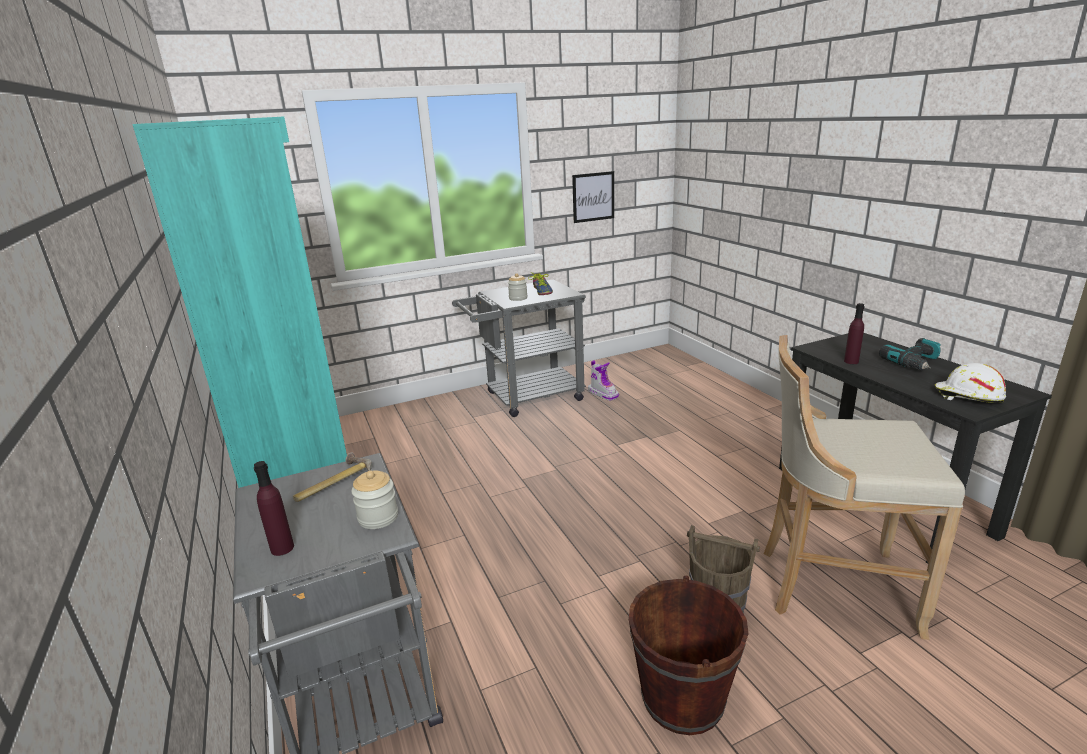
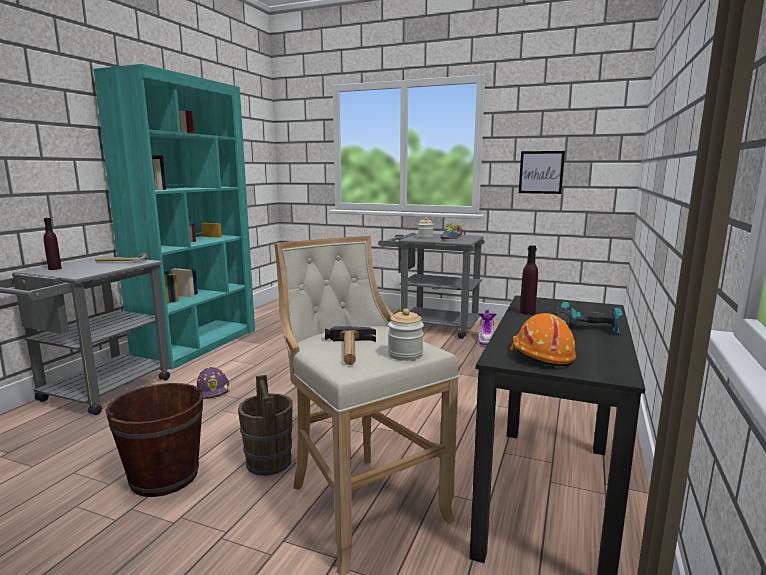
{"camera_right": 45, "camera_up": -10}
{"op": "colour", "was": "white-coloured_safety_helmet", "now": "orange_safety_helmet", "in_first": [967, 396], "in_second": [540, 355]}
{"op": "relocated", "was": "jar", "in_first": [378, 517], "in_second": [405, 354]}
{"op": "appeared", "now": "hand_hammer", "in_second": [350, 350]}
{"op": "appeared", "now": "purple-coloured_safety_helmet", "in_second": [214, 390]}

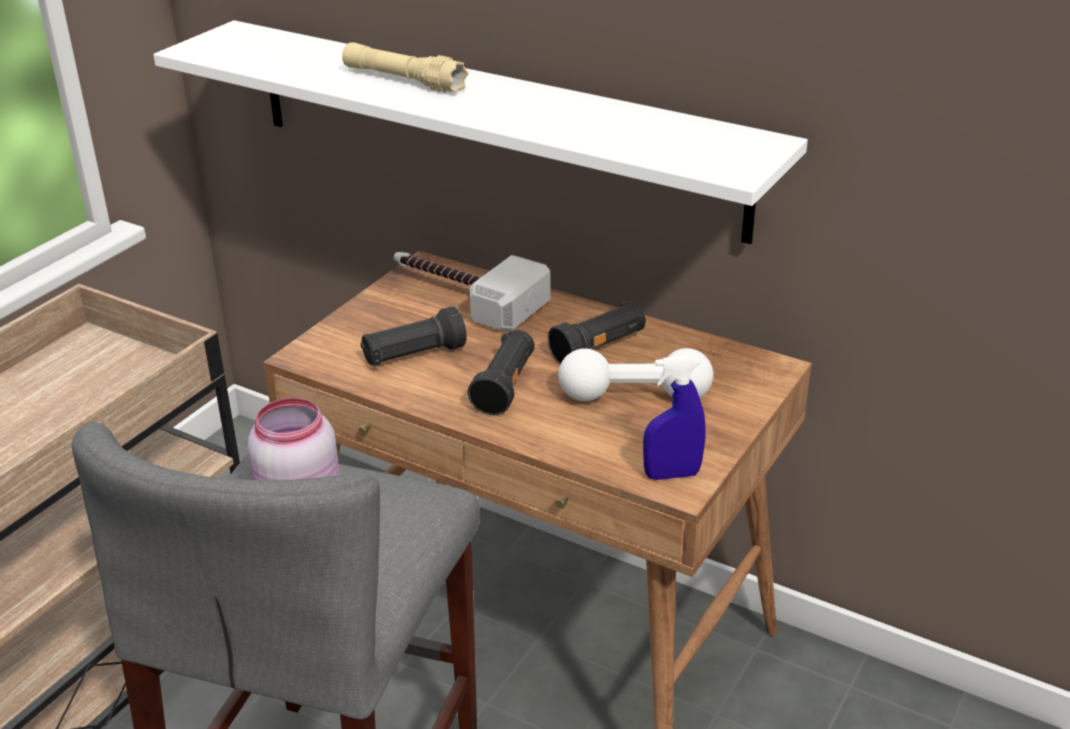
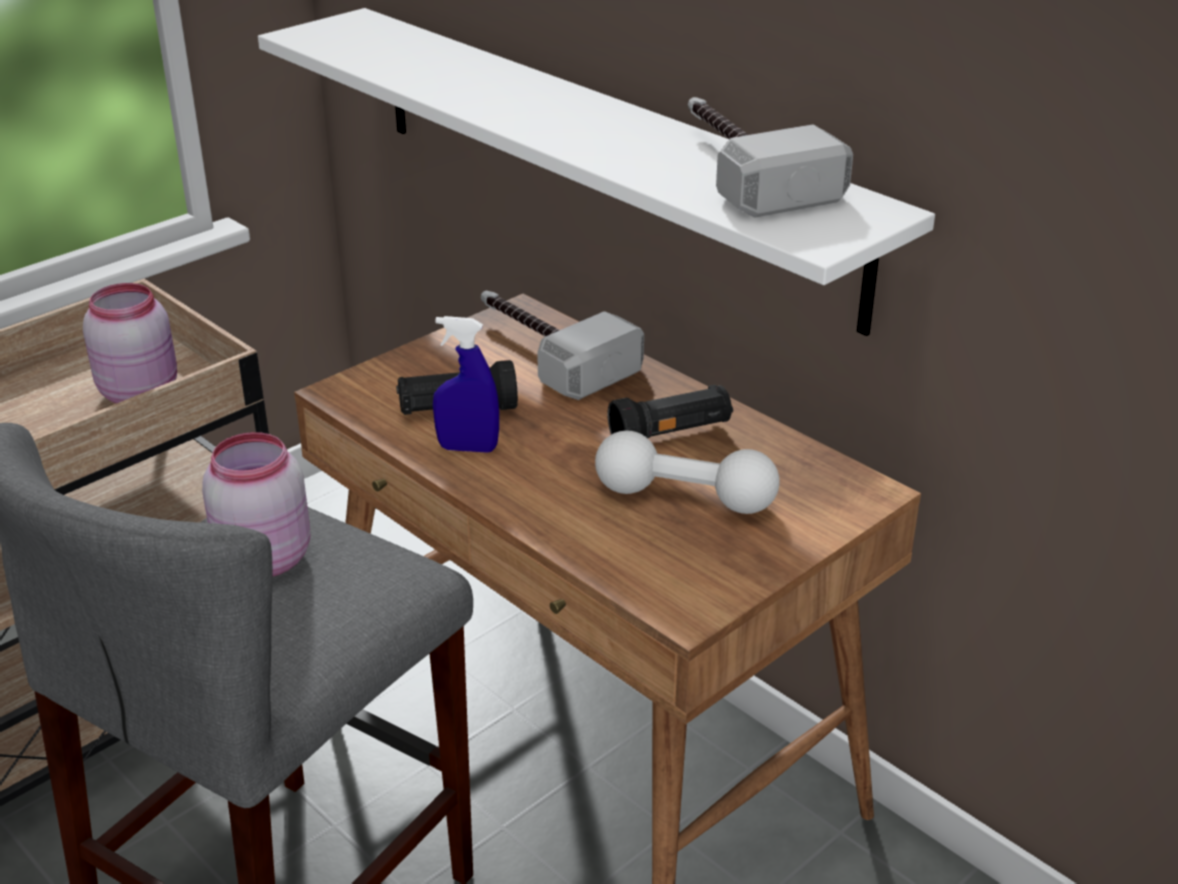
{"camera_right": 15, "camera_up": 0}
{"op": "missing", "was": "beige-coloured_torch", "in_first": [403, 80]}
{"op": "missing", "was": "black_torch", "in_first": [505, 386]}
{"op": "relocated", "was": "blue-coloured_sprayer", "in_first": [672, 474], "in_second": [468, 448]}
{"op": "appeared", "now": "hand_hammer", "in_second": [743, 169]}
{"op": "appeared", "now": "pink-coloured_jar", "in_second": [140, 391]}

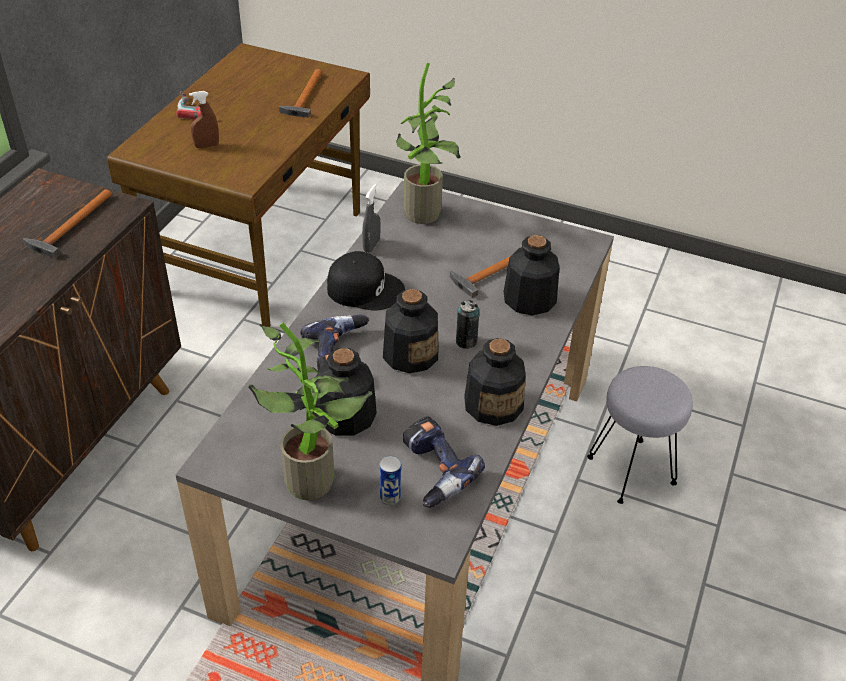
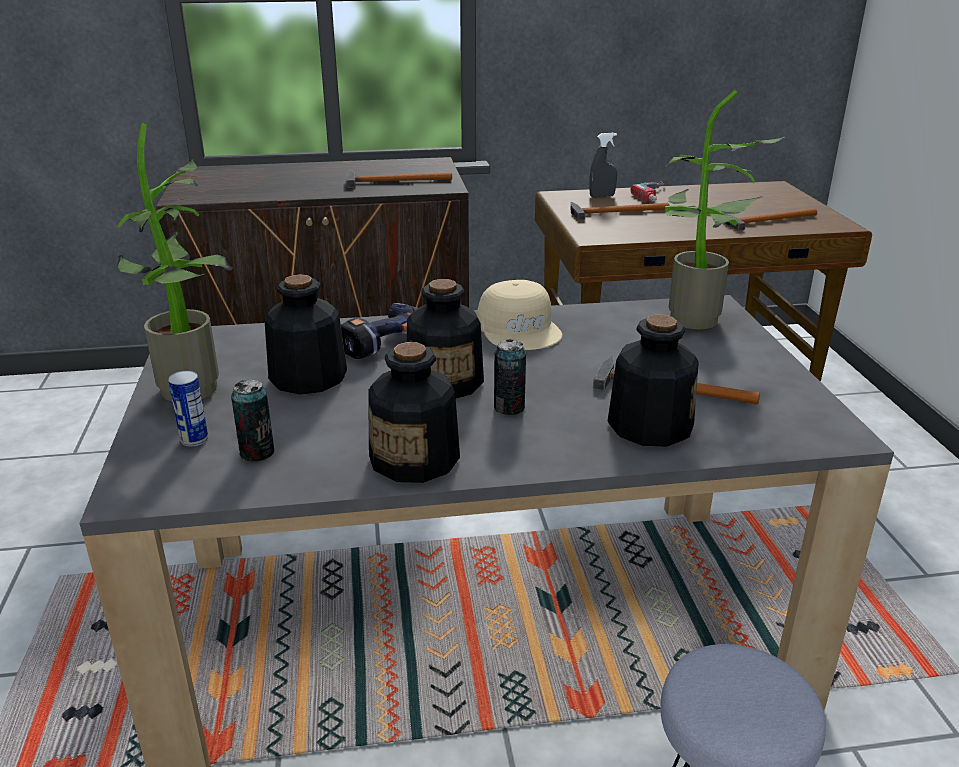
{"camera_right": 60, "camera_up": -15}
{"op": "exchanged", "was": "brown-coloured_sprayer", "now": "hand_hammer", "in_first": [207, 146], "in_second": [614, 212]}
{"op": "relocated", "was": "gray_sprayer", "in_first": [371, 246], "in_second": [602, 196]}
{"op": "colour", "was": "black_cap", "now": "beige-coloured_cap", "in_first": [365, 288], "in_second": [520, 329]}
{"op": "exchanged", "was": "power_drill", "now": "can", "in_first": [432, 471], "in_second": [257, 453]}

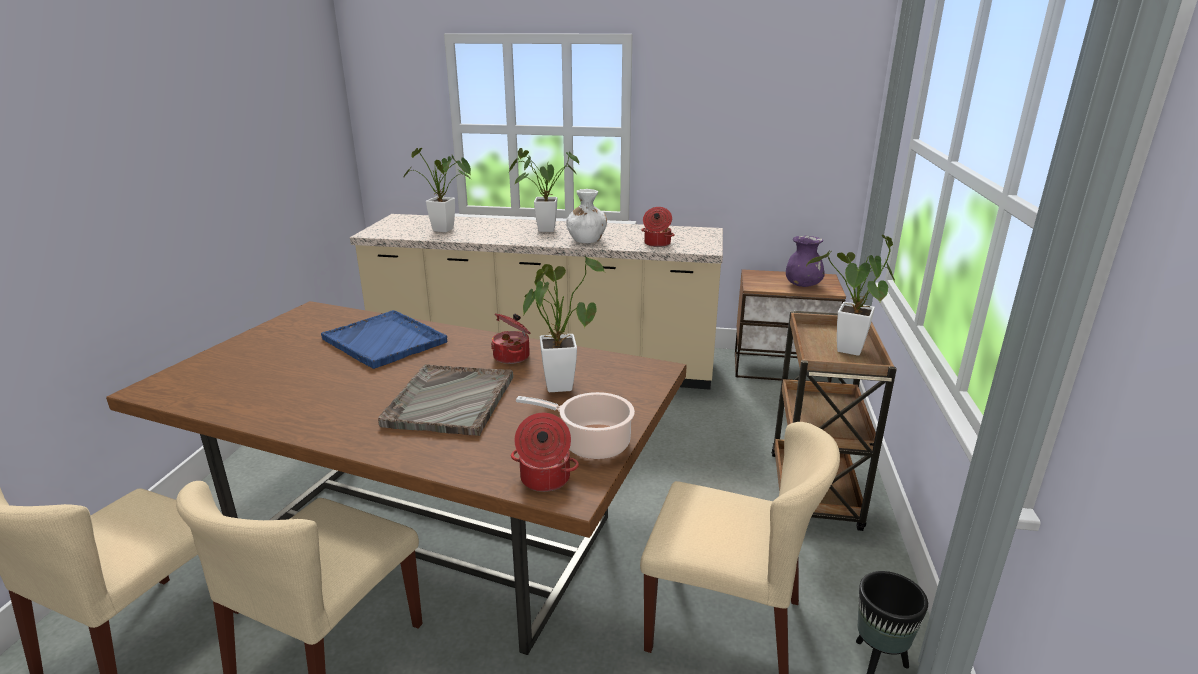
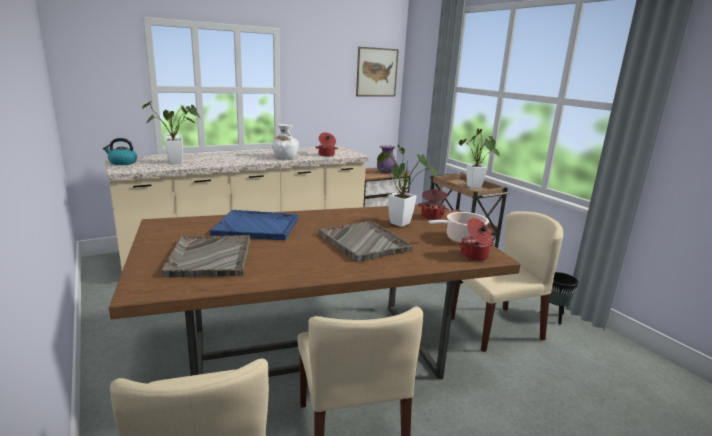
{"camera_right": -40, "camera_up": -5}
{"op": "missing", "was": "plant_in_a_pot", "in_first": [541, 230]}
{"op": "relocated", "was": "stockpot", "in_first": [512, 356], "in_second": [432, 216]}
{"op": "appeared", "now": "picture", "in_second": [377, 72]}
{"op": "appeared", "now": "kettle", "in_second": [122, 163]}
{"op": "appeared", "now": "gray_tray", "in_second": [210, 257]}

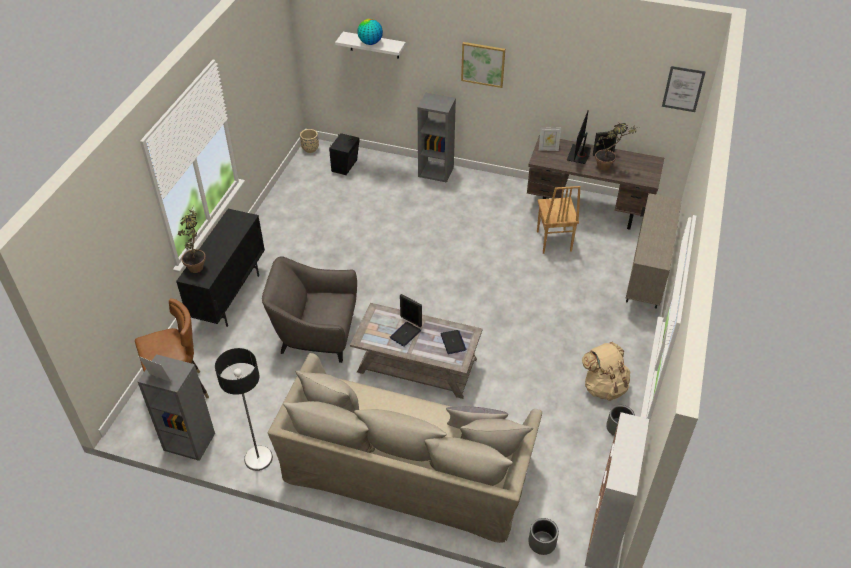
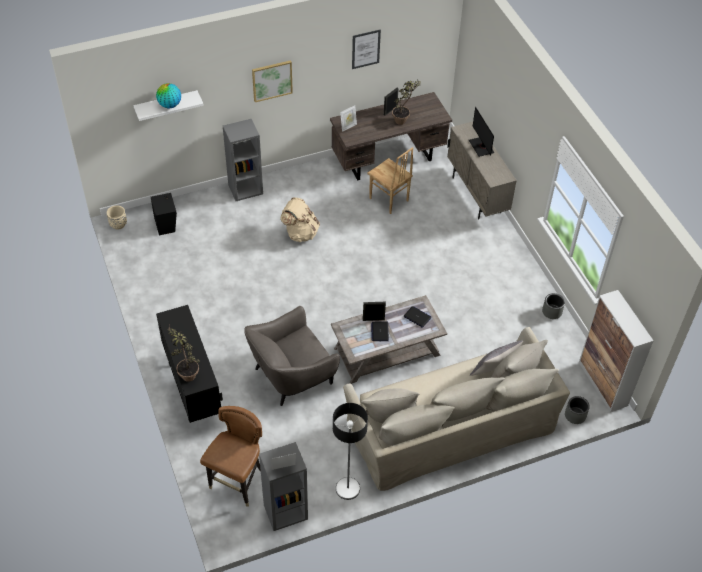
{"camera_right": -40, "camera_up": 5}
{"op": "relocated", "was": "picture", "in_first": [683, 89], "in_second": [365, 49]}
{"op": "relocated", "was": "computer_display", "in_first": [579, 154], "in_second": [481, 147]}
{"op": "relocated", "was": "beige-coloured_rucksack", "in_first": [604, 386], "in_second": [300, 233]}

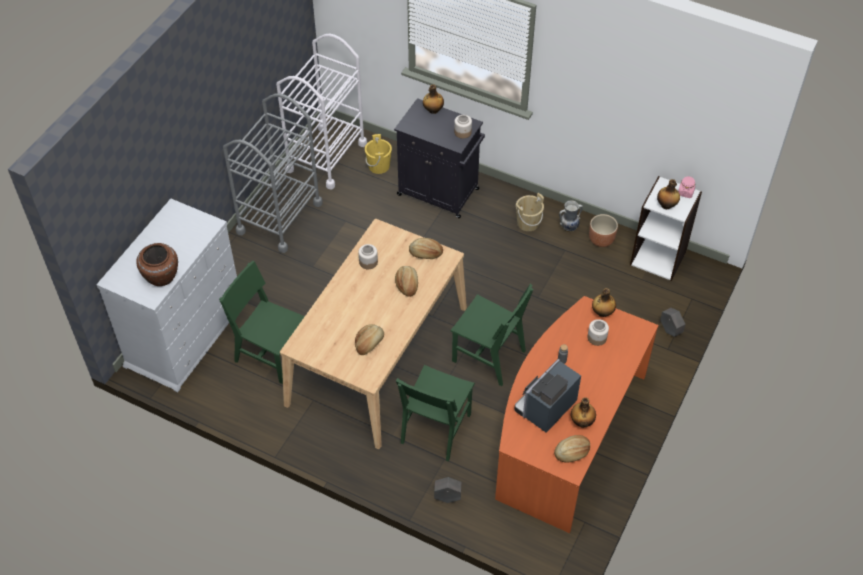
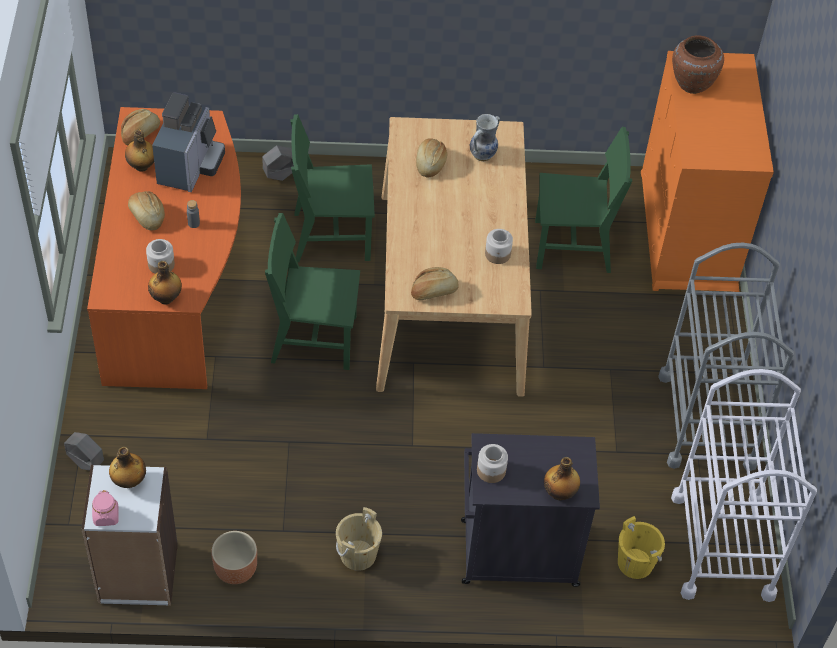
{"camera_right": 150, "camera_up": 0}
{"op": "colour", "was": "white-coloured_drawer_chest", "now": "orange_drawer_chest", "in_first": [185, 334], "in_second": [688, 231]}
{"op": "relocated", "was": "flower_vase", "in_first": [569, 227], "in_second": [483, 155]}
{"op": "relocated", "was": "bread", "in_first": [407, 284], "in_second": [146, 216]}
{"op": "spun", "was": "green_chair", "in_first": [435, 428], "in_second": [331, 236], "clockwise": -90}

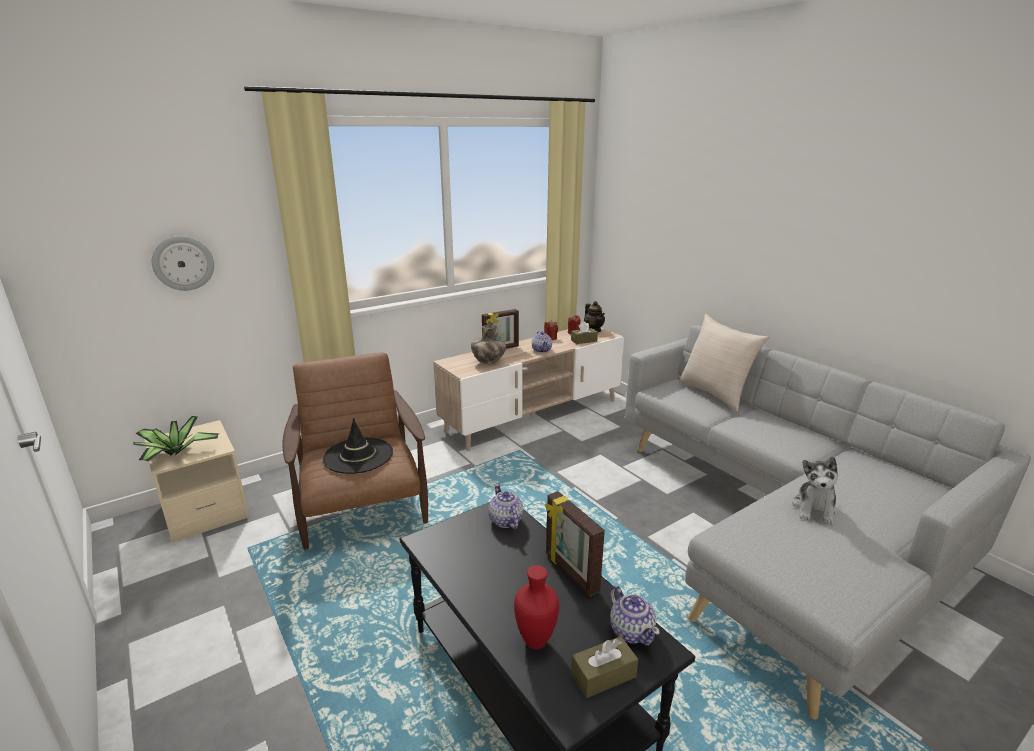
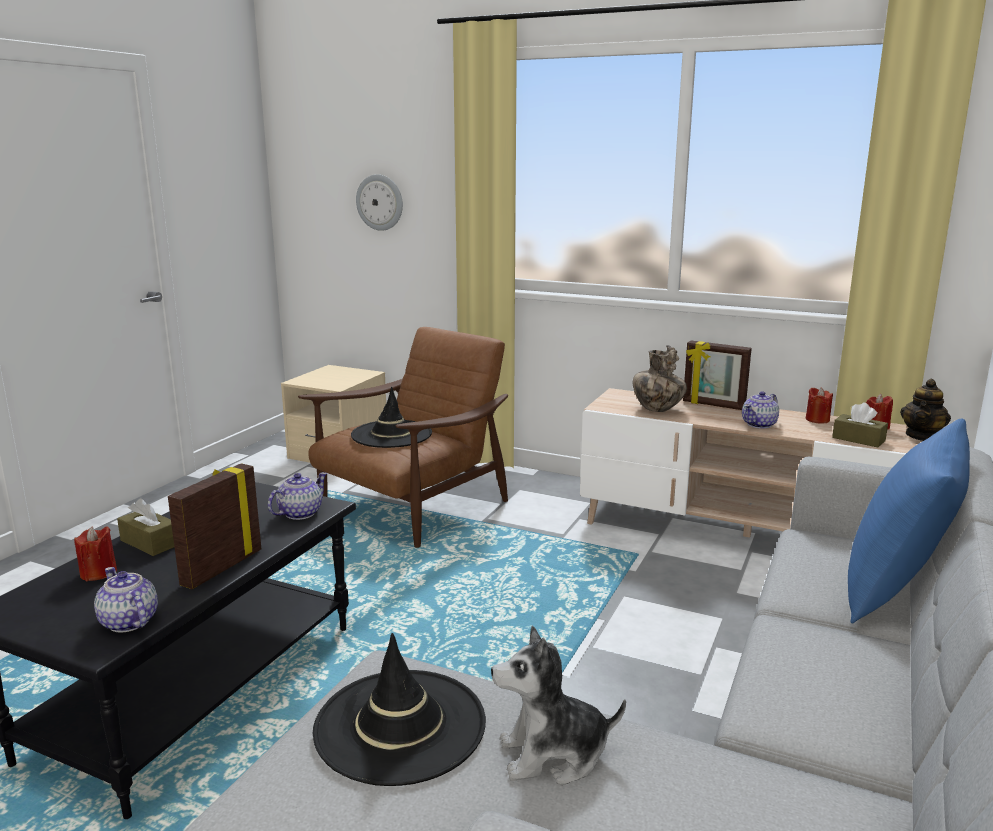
{"camera_right": 60, "camera_up": -5}
{"op": "colour", "was": "beige-coloured_pillow", "now": "blue-coloured_pillow", "in_first": [715, 394], "in_second": [896, 590]}
{"op": "missing", "was": "plant_in_a_pot", "in_first": [174, 454]}
{"op": "exchanged", "was": "reddish_flower_vase", "now": "reddish_wax_light", "in_first": [534, 640], "in_second": [98, 573]}
{"op": "spun", "was": "tea_pot", "in_first": [631, 631], "in_second": [128, 622], "clockwise": 105}
{"op": "relocated", "was": "brown-coloured_box_of_tissues", "in_first": [603, 675], "in_second": [150, 542]}
{"op": "appeared", "now": "black_hat", "in_second": [400, 726]}

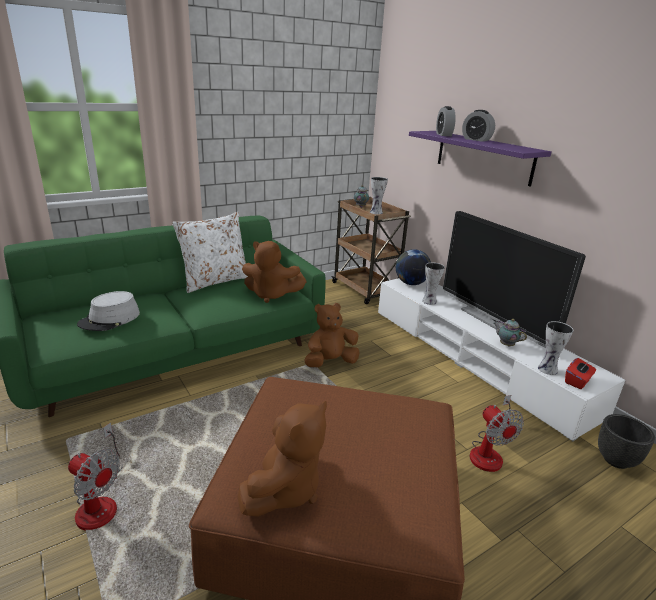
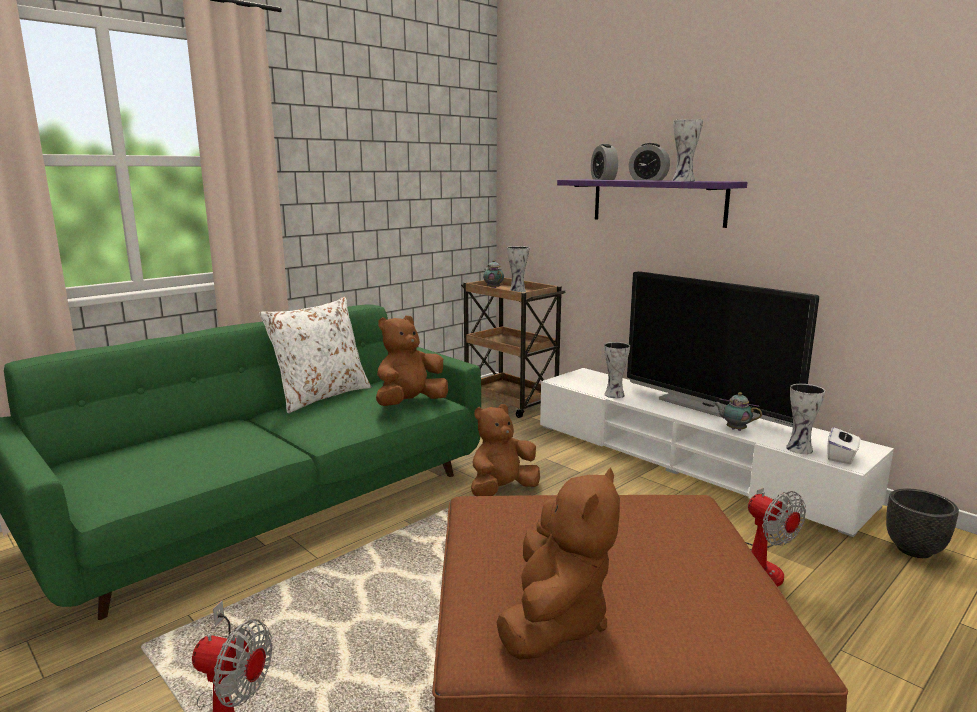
{"camera_right": -10, "camera_up": -10}
{"op": "spun", "was": "brown-coloured_plush_toy", "in_first": [271, 295], "in_second": [410, 403], "clockwise": 135}
{"op": "missing", "was": "globe", "in_first": [411, 283]}
{"op": "missing", "was": "gray_hat", "in_first": [110, 319]}
{"op": "colour", "was": "reddish_box_of_tissues", "now": "white-coloured_box_of_tissues", "in_first": [577, 381], "in_second": [841, 457]}
{"op": "appeared", "now": "flower_vase", "in_second": [684, 181]}

